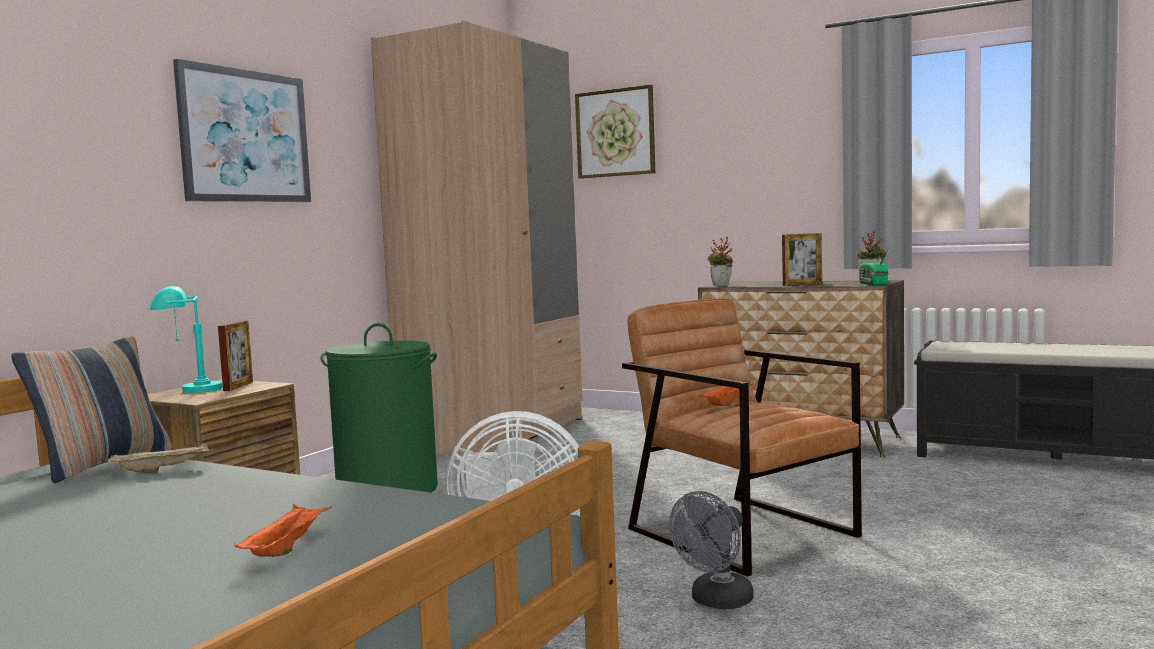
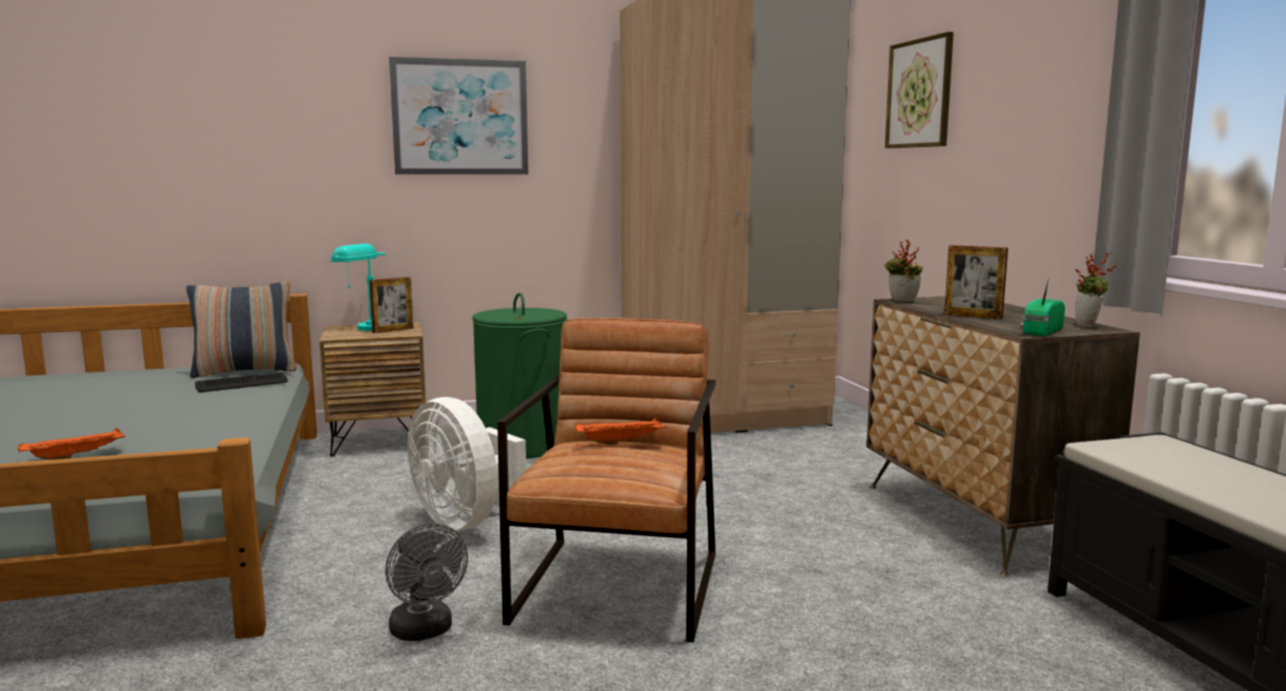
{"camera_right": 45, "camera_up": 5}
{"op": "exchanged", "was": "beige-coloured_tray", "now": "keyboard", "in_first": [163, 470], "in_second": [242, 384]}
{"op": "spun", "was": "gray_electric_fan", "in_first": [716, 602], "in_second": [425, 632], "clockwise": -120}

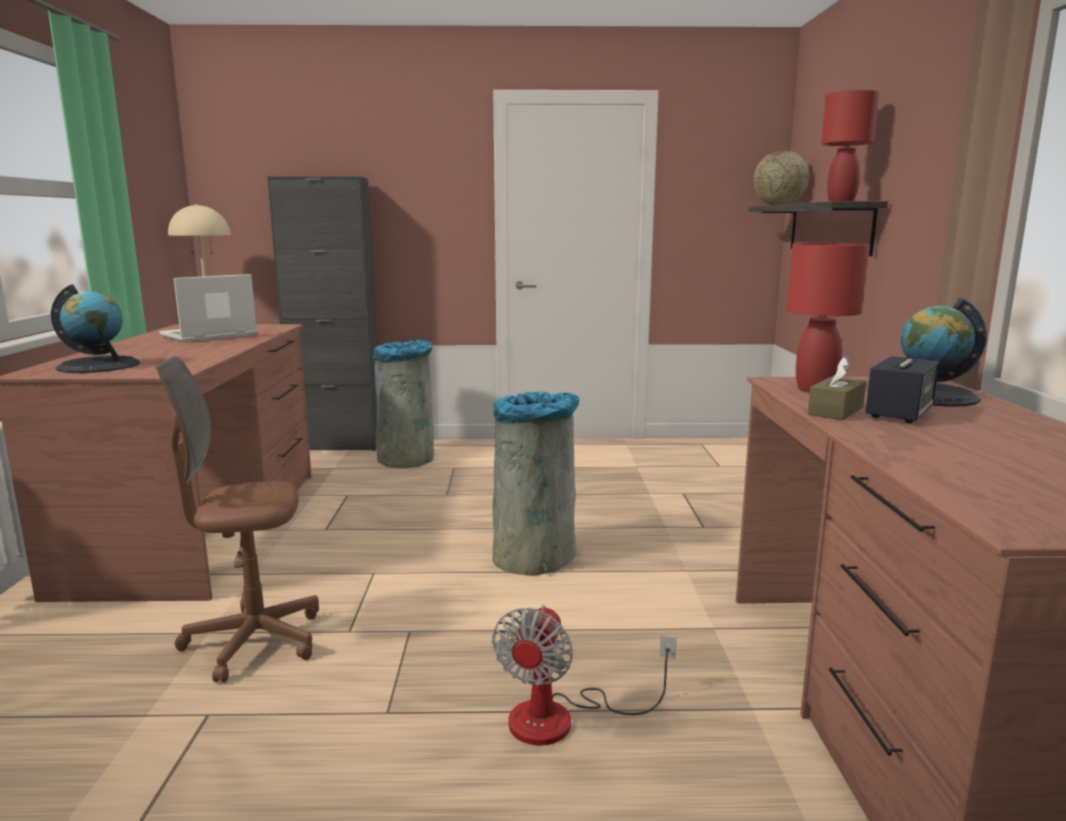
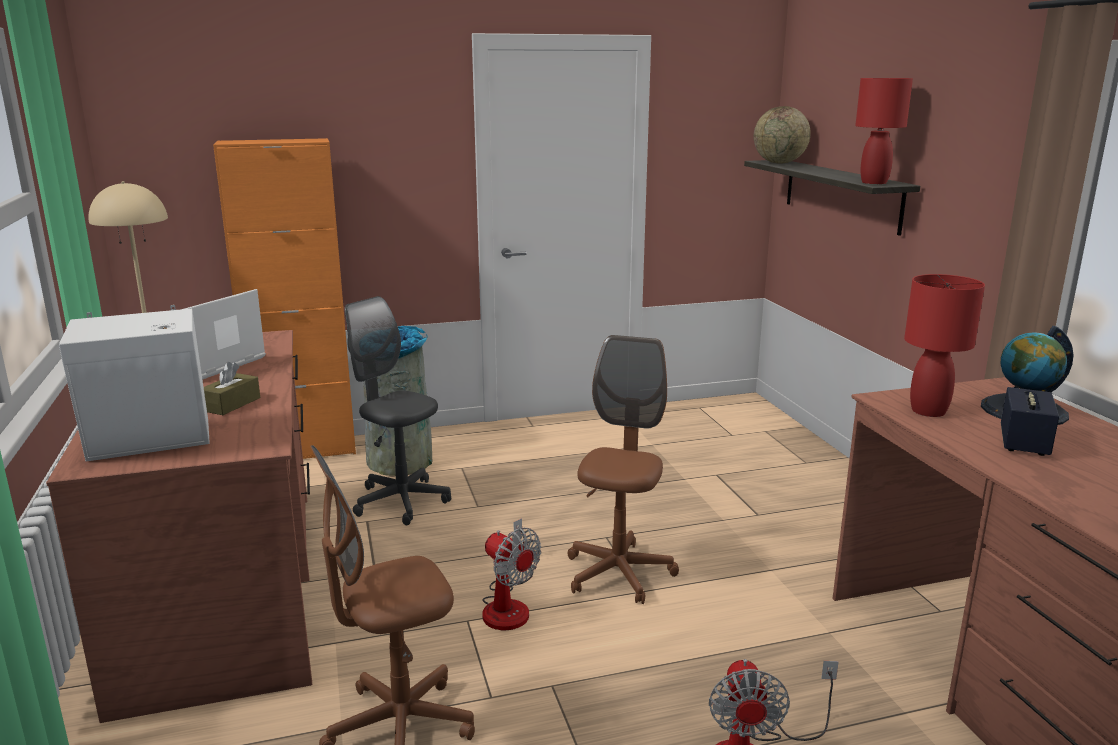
{"camera_right": -15, "camera_up": 5}
{"op": "colour", "was": "black_cupboard", "now": "orange_cupboard", "in_first": [337, 445], "in_second": [305, 451]}
{"op": "exchanged", "was": "globe", "now": "white-coloured_audio_speaker", "in_first": [99, 365], "in_second": [152, 441]}
{"op": "relocated", "was": "brown-coloured_box_of_tissues", "in_first": [835, 411], "in_second": [231, 404]}
{"op": "exchanged", "was": "gray_waste_bin", "now": "brown-coloured_desk_chair", "in_first": [535, 555], "in_second": [618, 573]}
{"op": "appeared", "now": "gray_desk_chair", "in_second": [401, 501]}
{"op": "appeared", "now": "electric_fan", "in_second": [509, 605]}

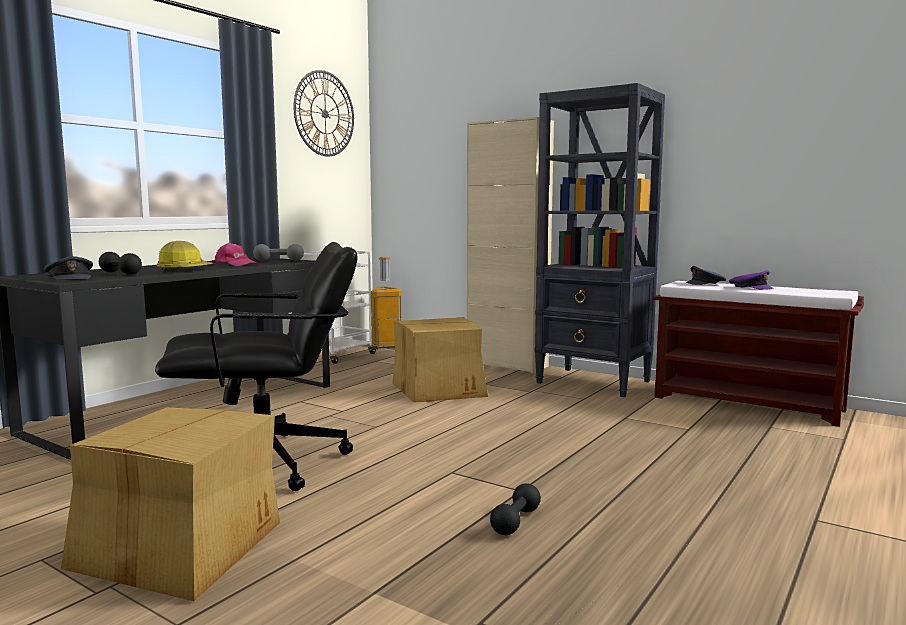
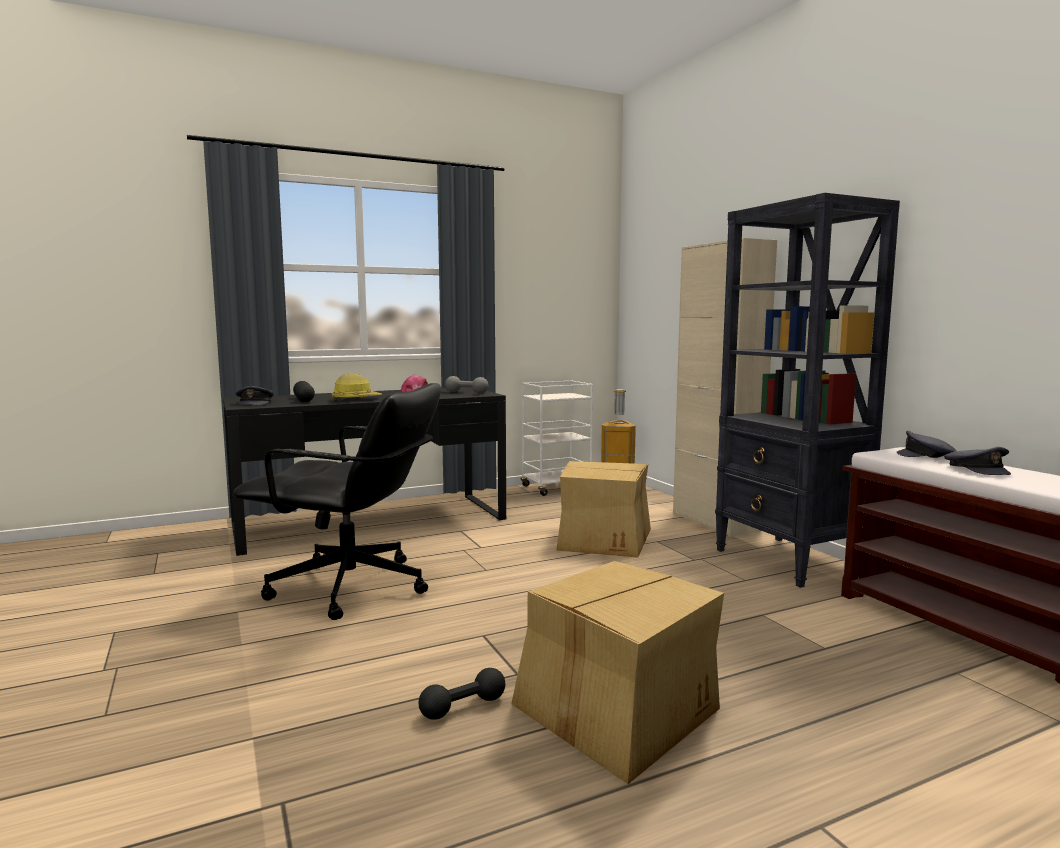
{"camera_right": 30, "camera_up": 0}
{"op": "missing", "was": "clock_on_the_wall", "in_first": [324, 113]}
{"op": "colour", "was": "purple-coloured_cap", "now": "gray_cap", "in_first": [750, 288], "in_second": [977, 469]}
{"op": "relocated", "was": "packing_box", "in_first": [180, 548], "in_second": [616, 712]}

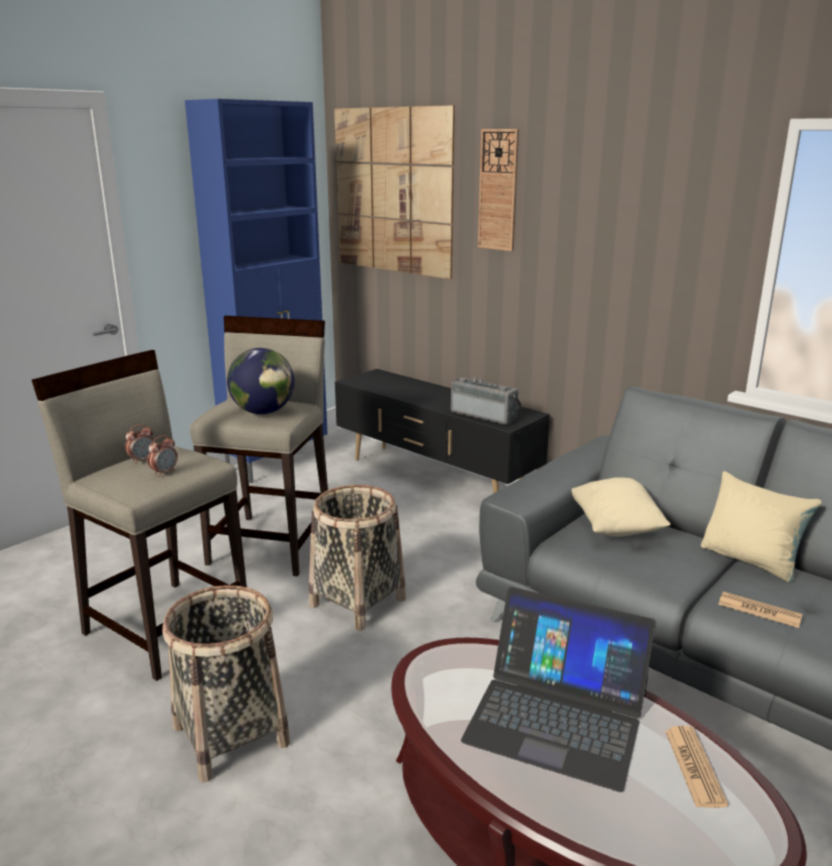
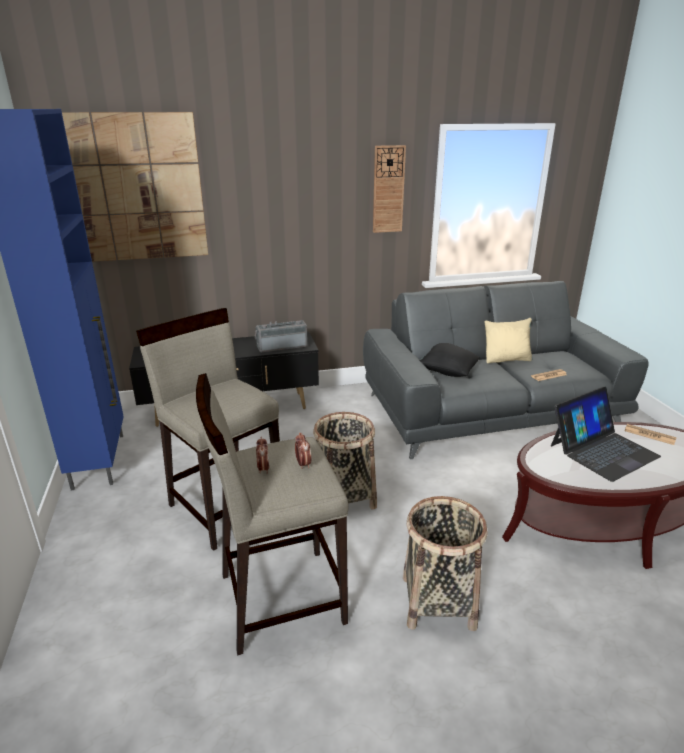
{"camera_right": -55, "camera_up": 5}
{"op": "relocated", "was": "clock_on_the_wall", "in_first": [498, 190], "in_second": [388, 189]}
{"op": "missing", "was": "globe", "in_first": [263, 412]}
{"op": "colour", "was": "beige-coloured_pillow", "now": "black_pillow", "in_first": [615, 526], "in_second": [447, 372]}

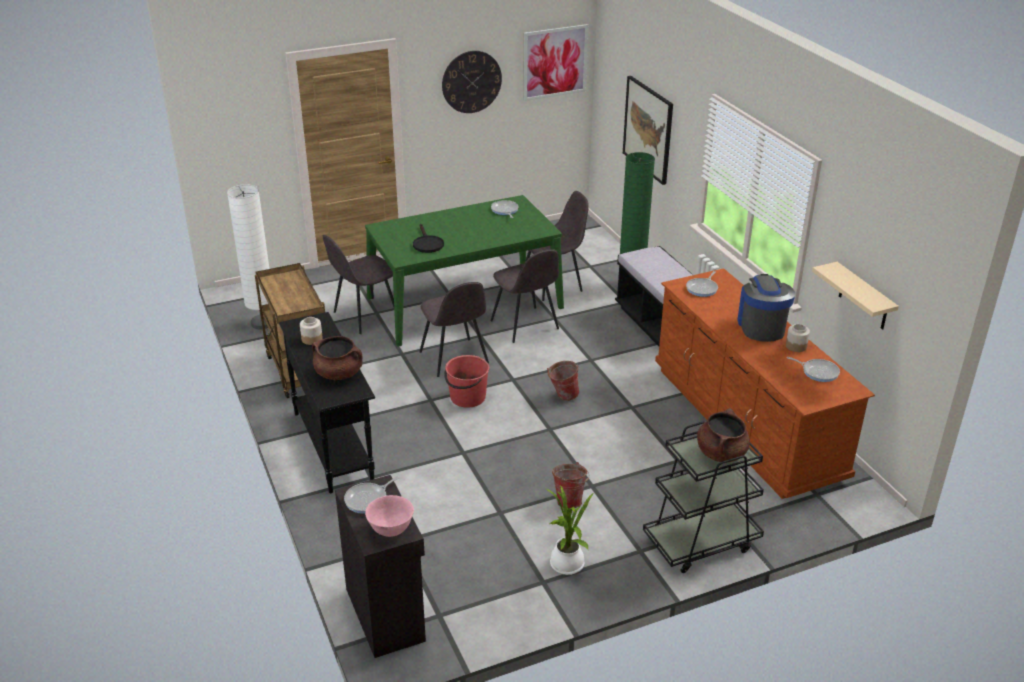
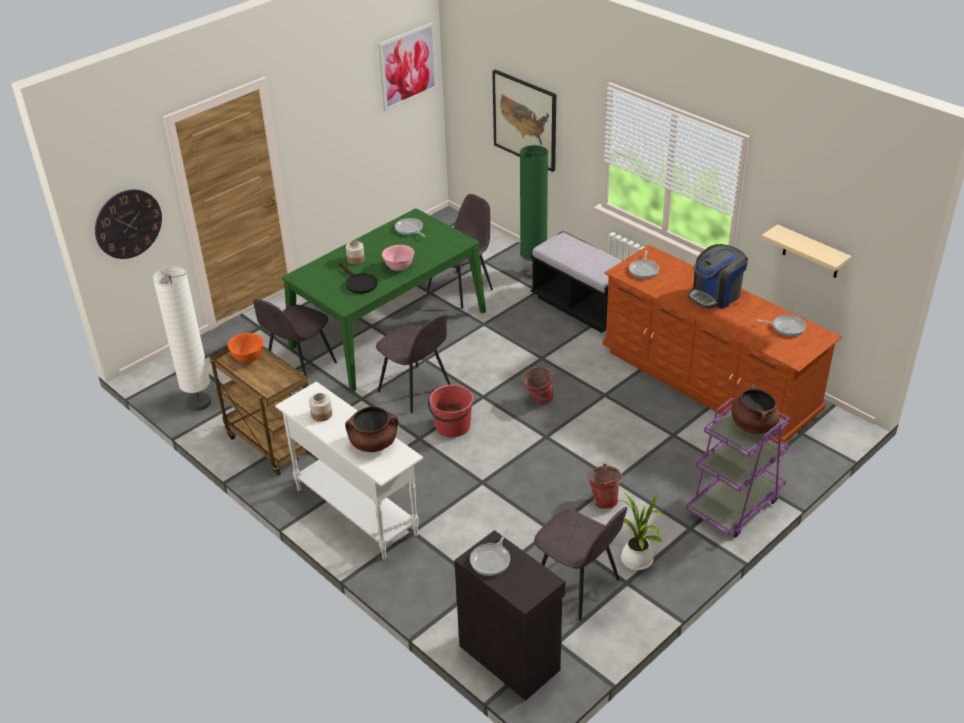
{"camera_right": -20, "camera_up": 5}
{"op": "relocated", "was": "clock_on_the_wall", "in_first": [471, 82], "in_second": [128, 224]}
{"op": "relocated", "was": "gray_chair", "in_first": [525, 326], "in_second": [578, 587]}
{"op": "spun", "was": "coffee_brewer", "in_first": [761, 326], "in_second": [715, 295], "clockwise": -105}
{"op": "colour", "was": "black_narrow_table", "now": "white-coloured_narrow_table", "in_first": [333, 446], "in_second": [356, 511]}
{"op": "relocated", "was": "jar", "in_first": [796, 346], "in_second": [356, 259]}
{"op": "colour", "was": "black_wheeled_cart", "now": "purple-coloured_wheeled_cart", "in_first": [701, 542], "in_second": [734, 504]}
{"op": "relocated", "was": "pink-coloured_serving_bowl", "in_first": [390, 529], "in_second": [399, 267]}
{"op": "appeared", "now": "orange_serving_bowl", "in_second": [248, 358]}

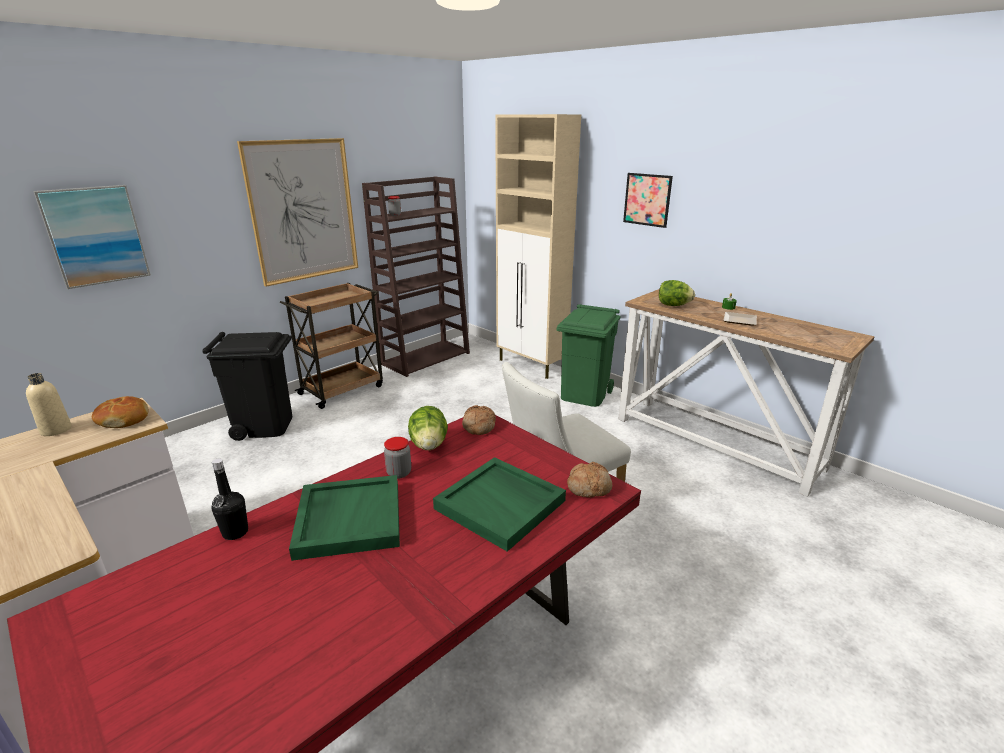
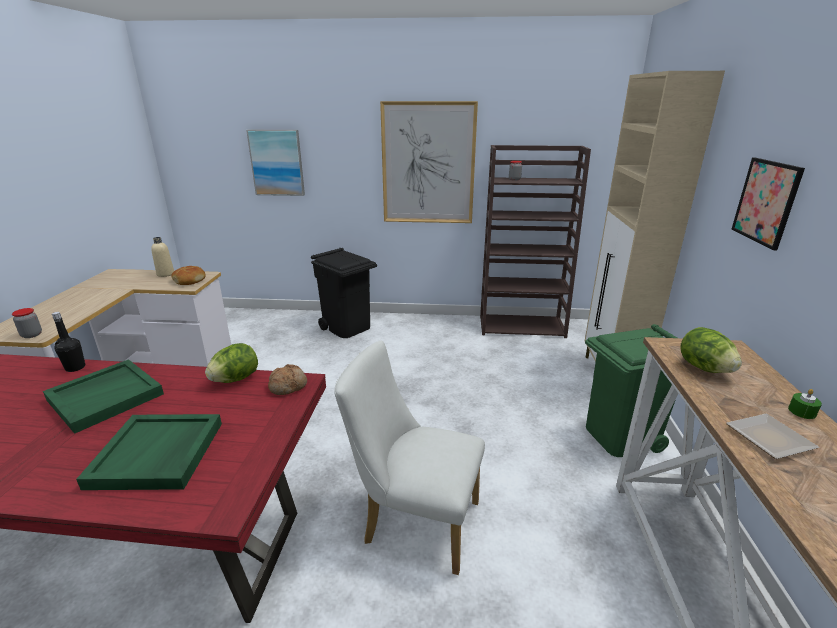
{"camera_right": 50, "camera_up": 0}
{"op": "missing", "was": "brown-coloured_wheeled_cart", "in_first": [343, 389]}
{"op": "relocated", "was": "jar", "in_first": [399, 473], "in_second": [32, 335]}
{"op": "missing", "was": "bread", "in_first": [589, 487]}

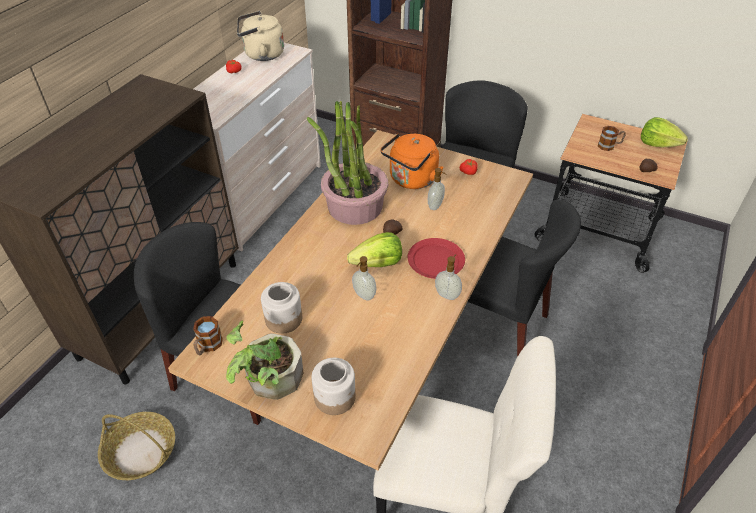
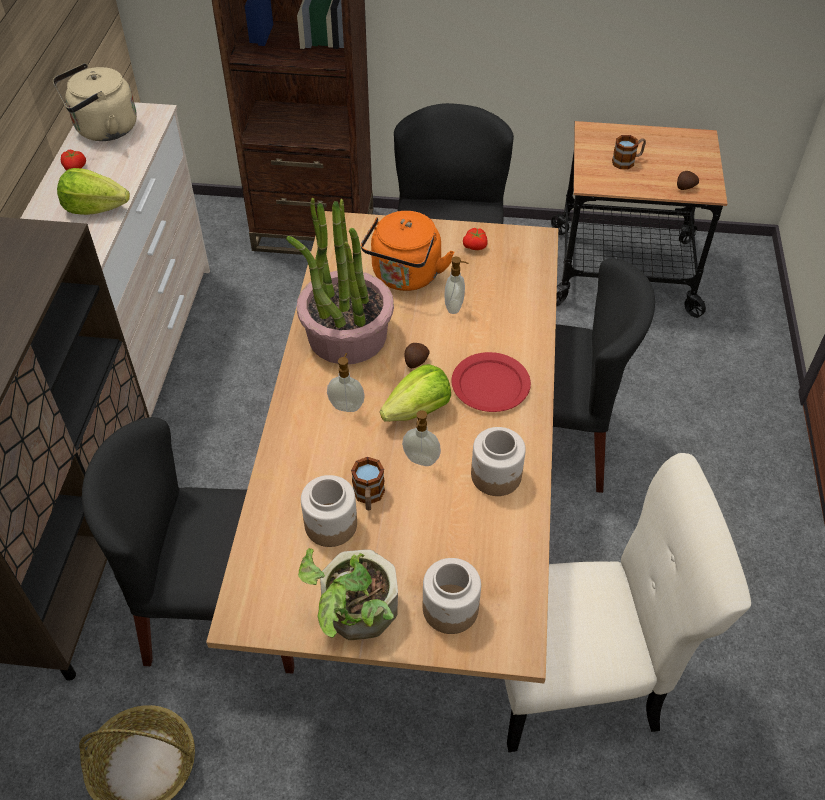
{"camera_right": -20, "camera_up": 5}
{"op": "relocated", "was": "lettuce", "in_first": [657, 144], "in_second": [95, 208]}
{"op": "relocated", "was": "soap_bottle", "in_first": [447, 294], "in_second": [347, 406]}
{"op": "relocated", "was": "tea_mug", "in_first": [208, 346], "in_second": [368, 497]}
{"op": "appeared", "now": "jar", "in_second": [496, 476]}

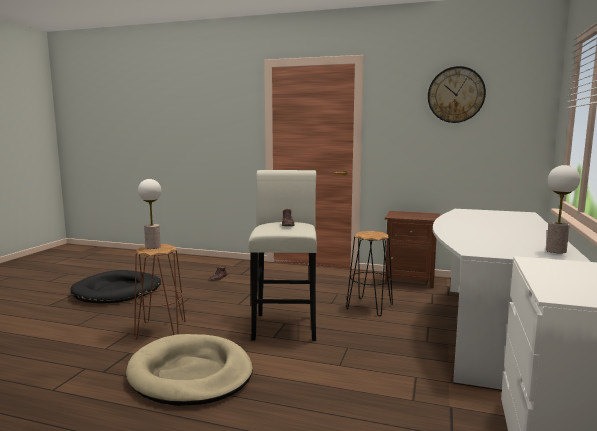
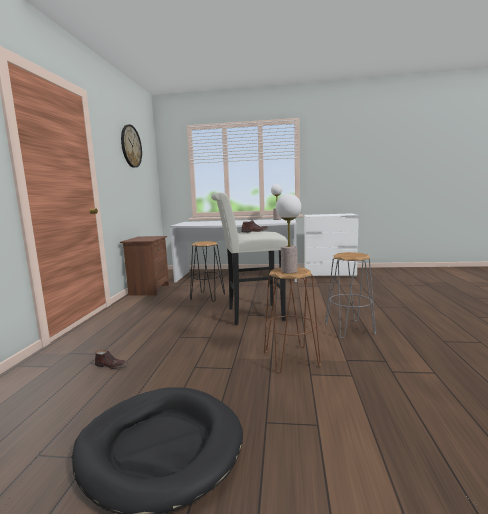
{"camera_right": -100, "camera_up": 0}
{"op": "exchanged", "was": "beige-coloured_dog_cushion", "now": "gray_stool", "in_first": [190, 374], "in_second": [349, 329]}

